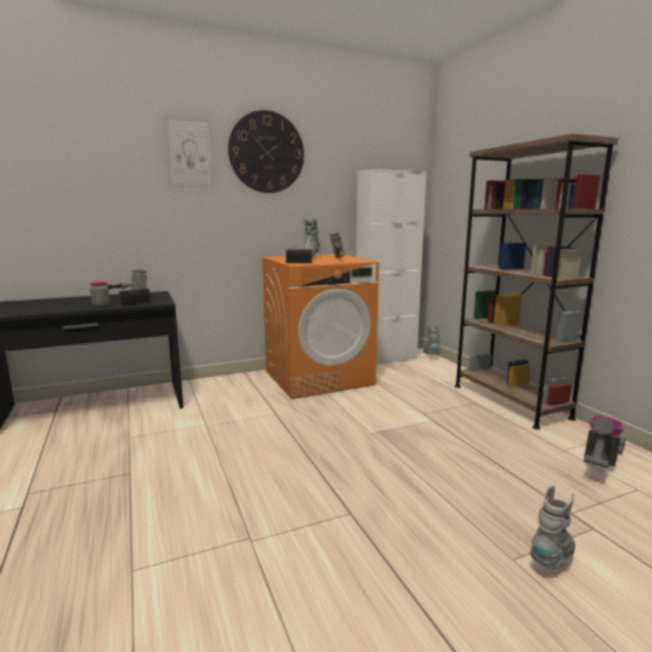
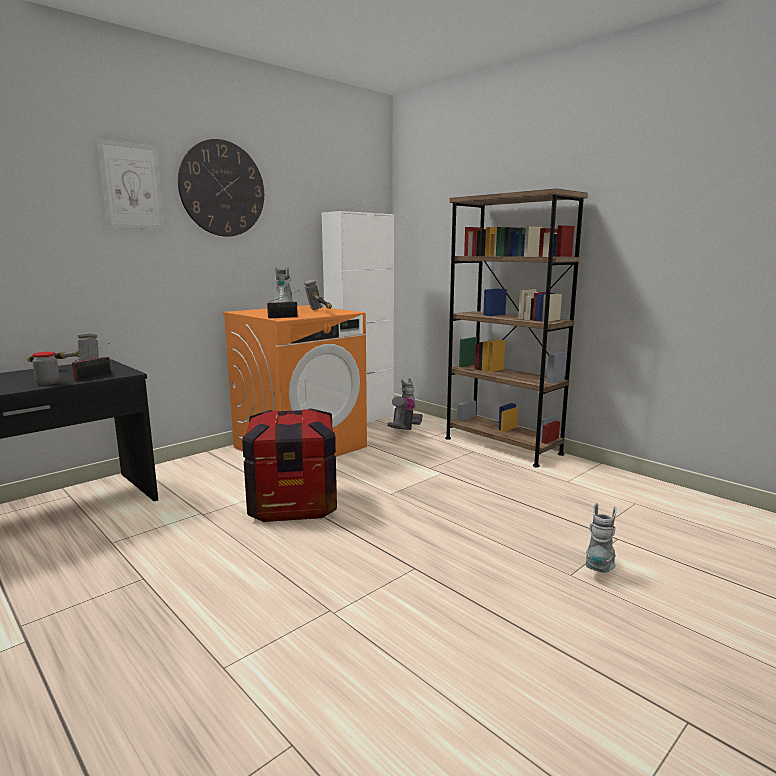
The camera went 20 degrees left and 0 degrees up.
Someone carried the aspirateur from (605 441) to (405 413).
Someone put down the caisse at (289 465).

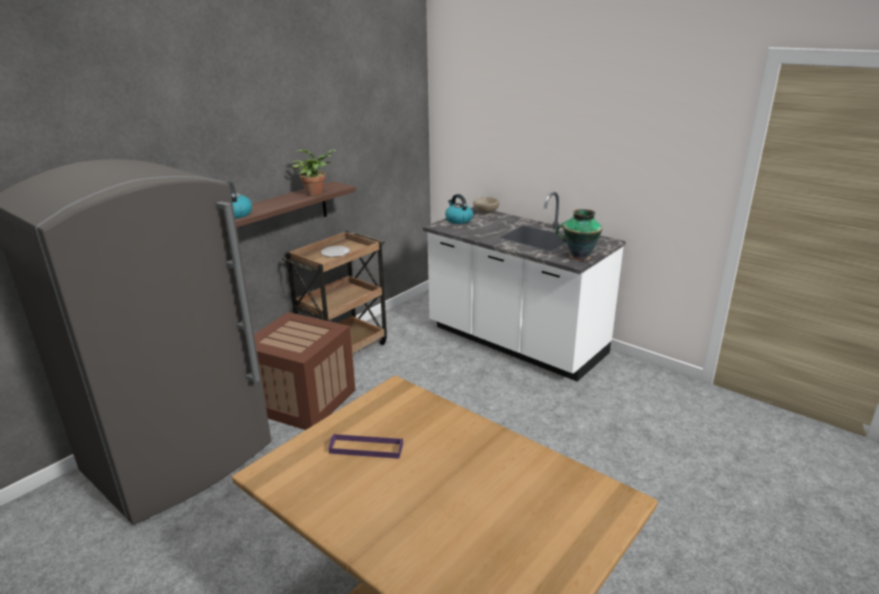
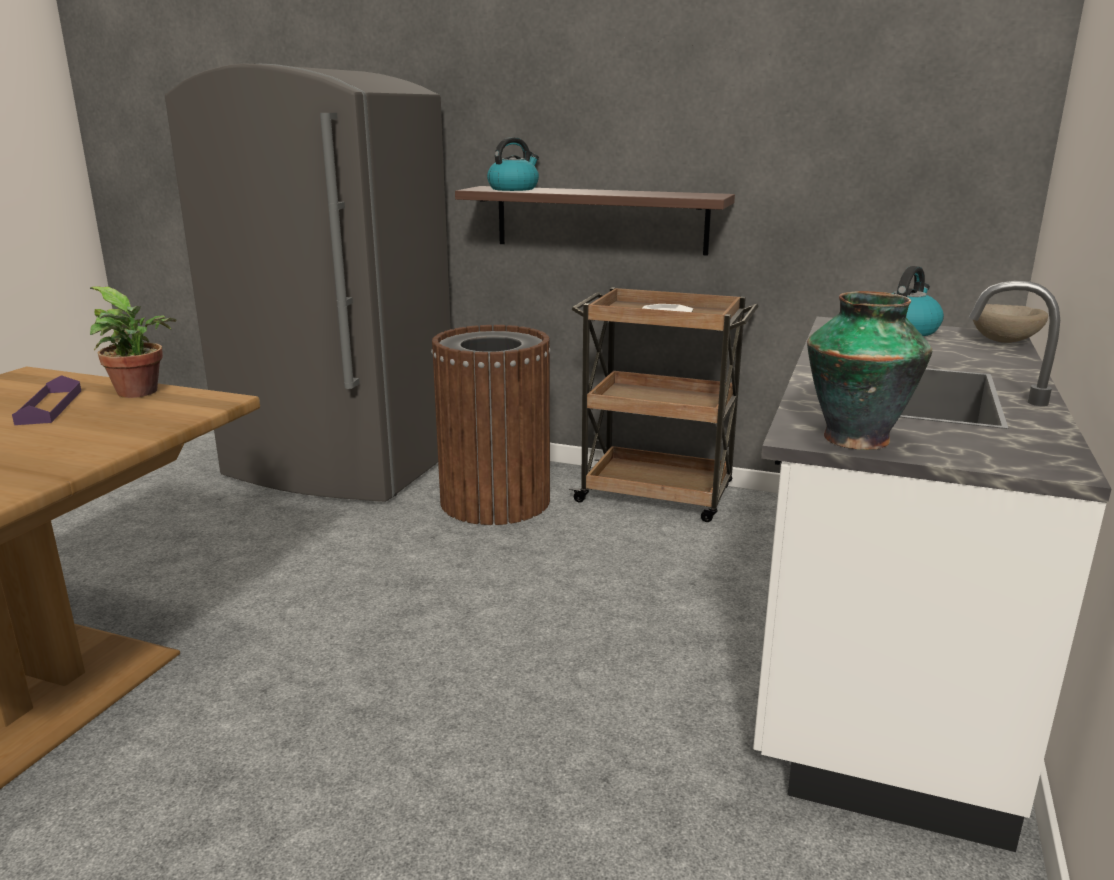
The camera went 70 degrees right and 5 degrees down.
Someone swapped the caisse at (304 371) for the poubelle [marron] at (491 425).
Someone carried the plante en pot from (314 172) to (133 342).

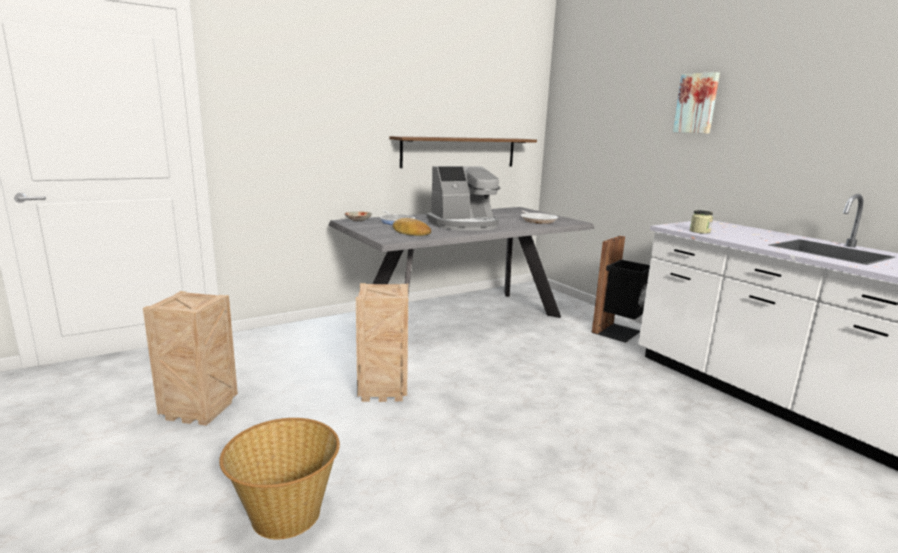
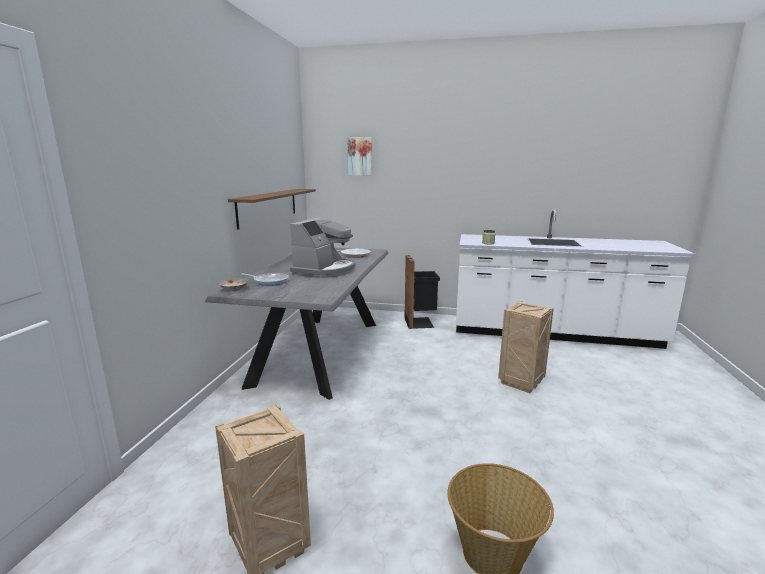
The camera went 45 degrees left and 0 degrees up.
Someone carried the caisse from (382 342) to (526 347).
Someone took away the pain at (412 227).
Someone carried the tableau from (696 103) to (359 156).

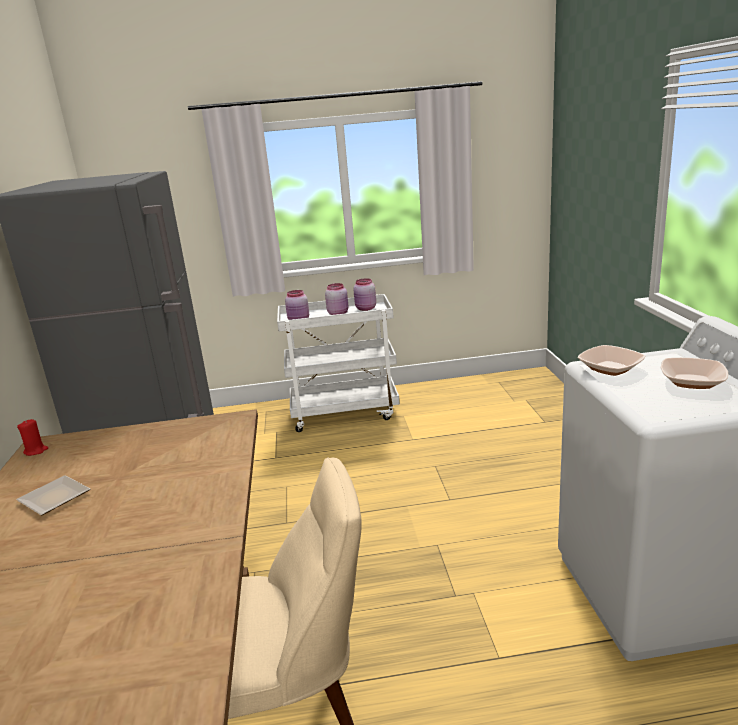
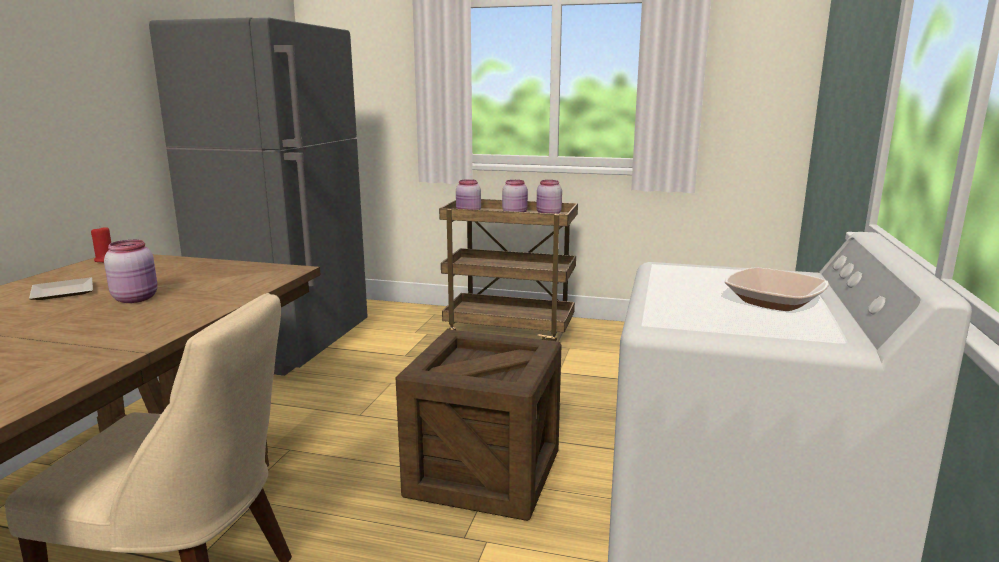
The camera went 20 degrees right and 5 degrees down.
Someone repainted the chariot [blanc] at (338 363), which became the chariot [marron] at (508 270).
Someone took away the bol at (612 360).
Someone put down the bocal [rose] at (130 271).
Someone put down the caisse at (478 425).

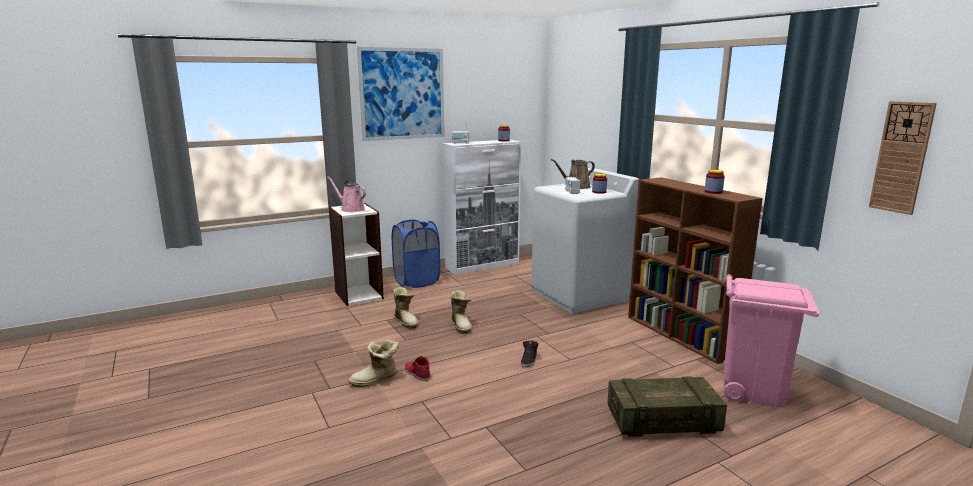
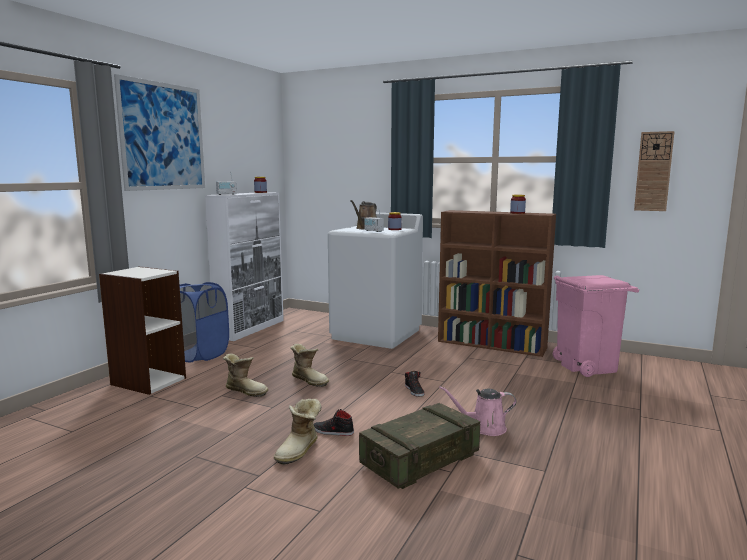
The camera went 35 degrees left and 5 degrees down.
Someone carried the arrosoir [rose] from (347 194) to (478 411).
Someone repainted the chaussure [rouge] at (417 368), which became the chaussure [noir] at (334 422).
Someone carried the caisse from (667 406) to (419 446).

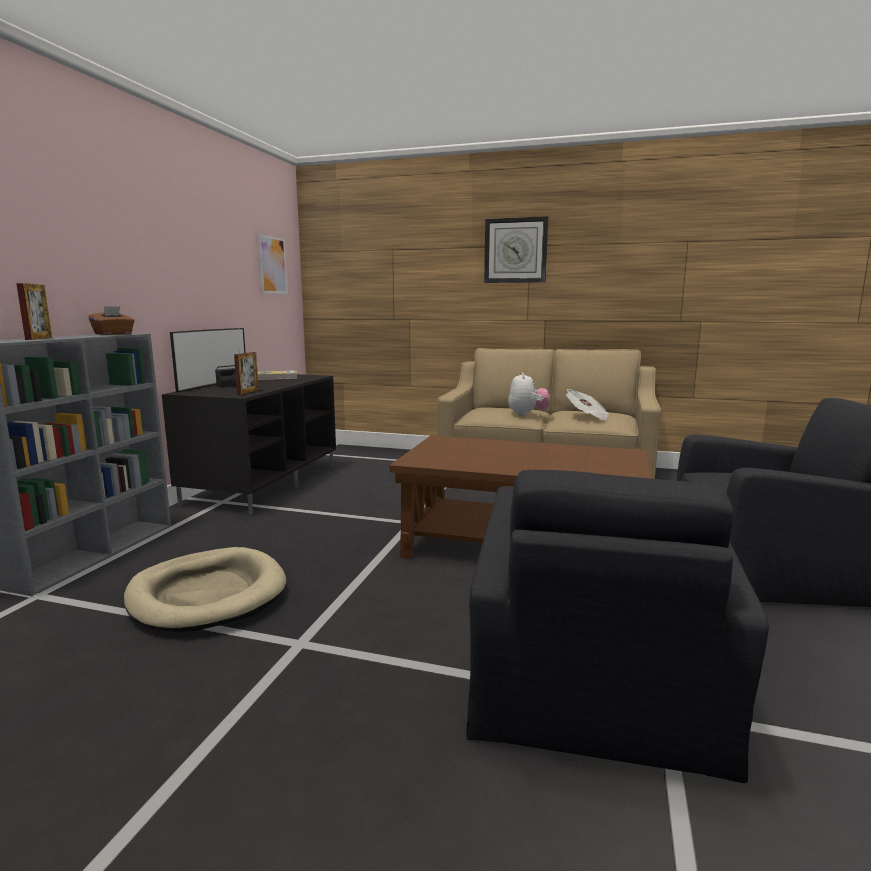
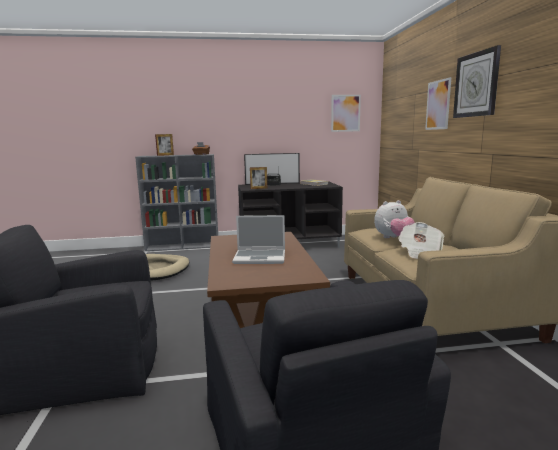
The camera went 65 degrees right and 0 degrees up.
Someone put down the ordinateur portable at (258 239).
Someone put up the tableau at (438 103).

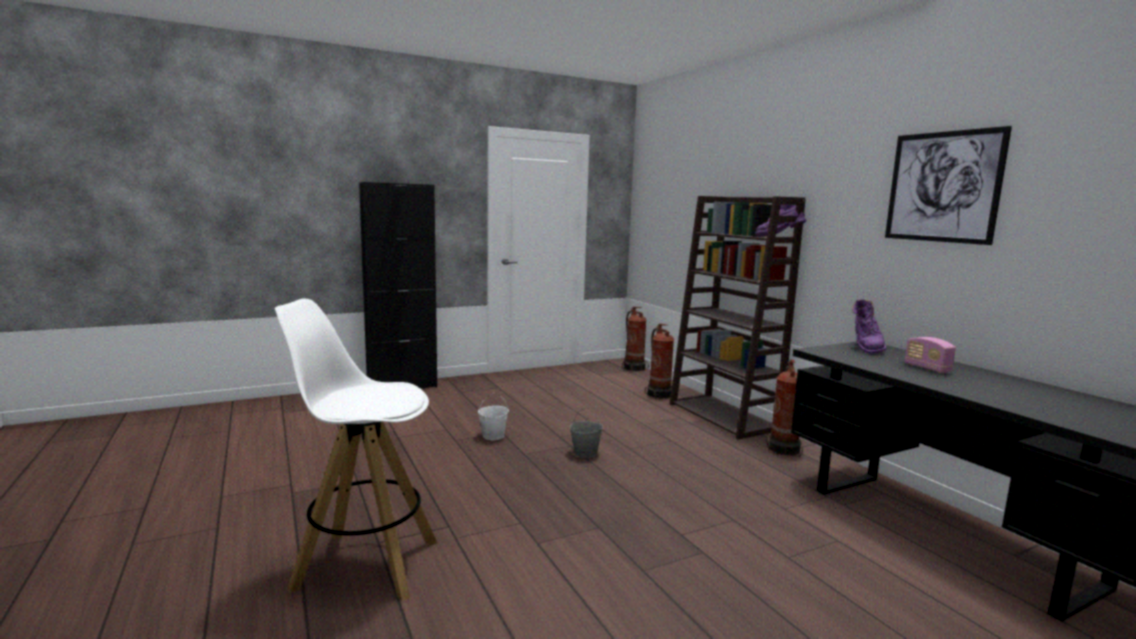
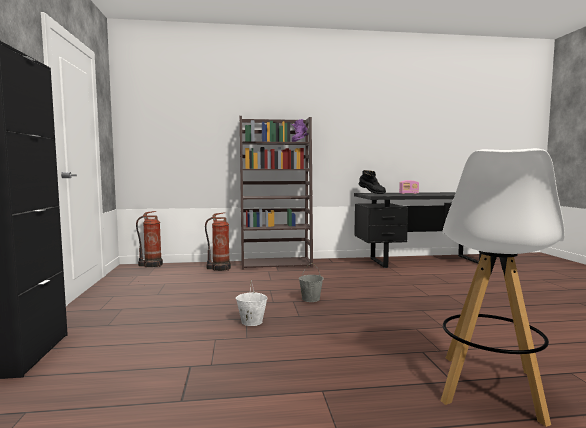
The camera went 70 degrees left and 5 degrees down.
Someone took away the extincteur at (784 407).
Someone repainted the botte [violet] at (869 326), which became the botte [noir] at (372 182).
Someone took away the tableau at (948 185).

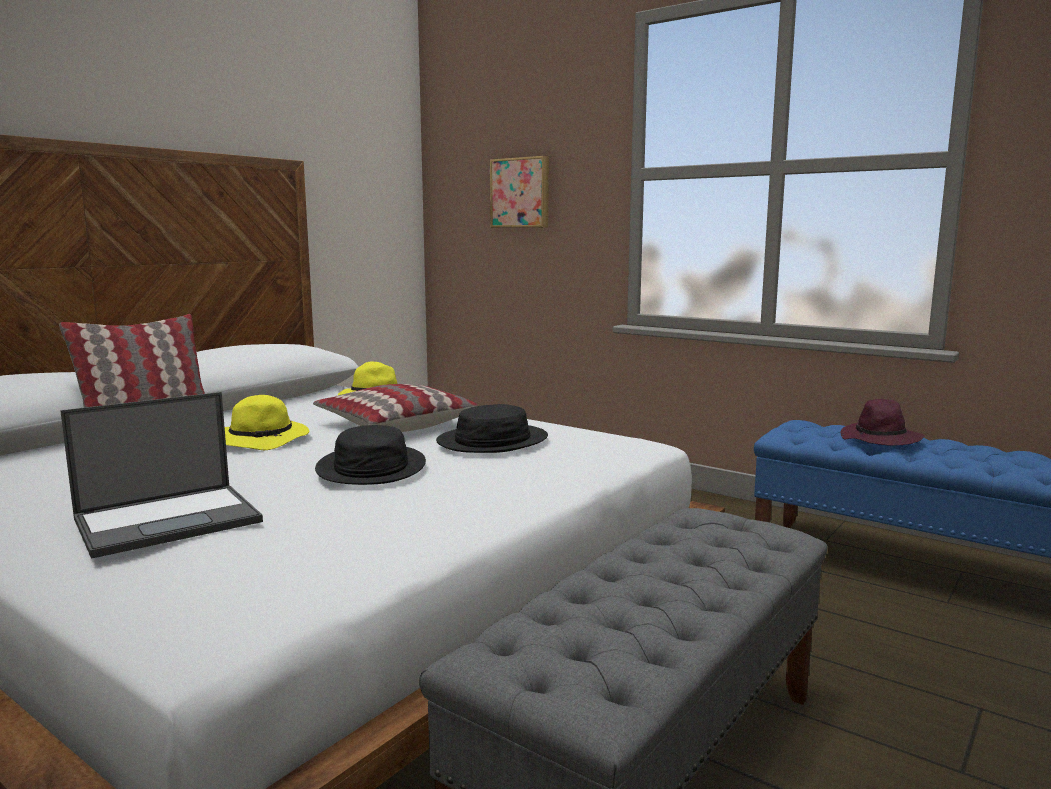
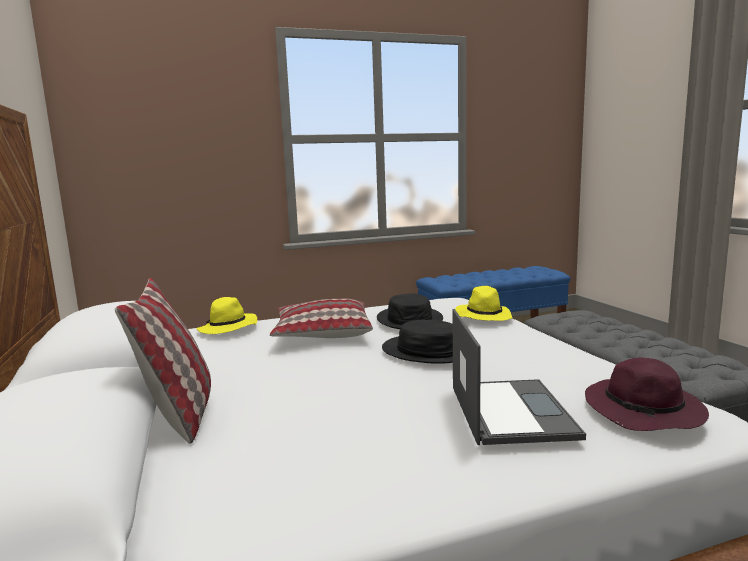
The camera went 55 degrees left and 0 degrees up.
Someone carried the chapeau [jaune] from (267 422) to (484 303).
Someone took away the tableau at (519 192).
Someone carried the chapeau [violet] from (882 422) to (647 394).

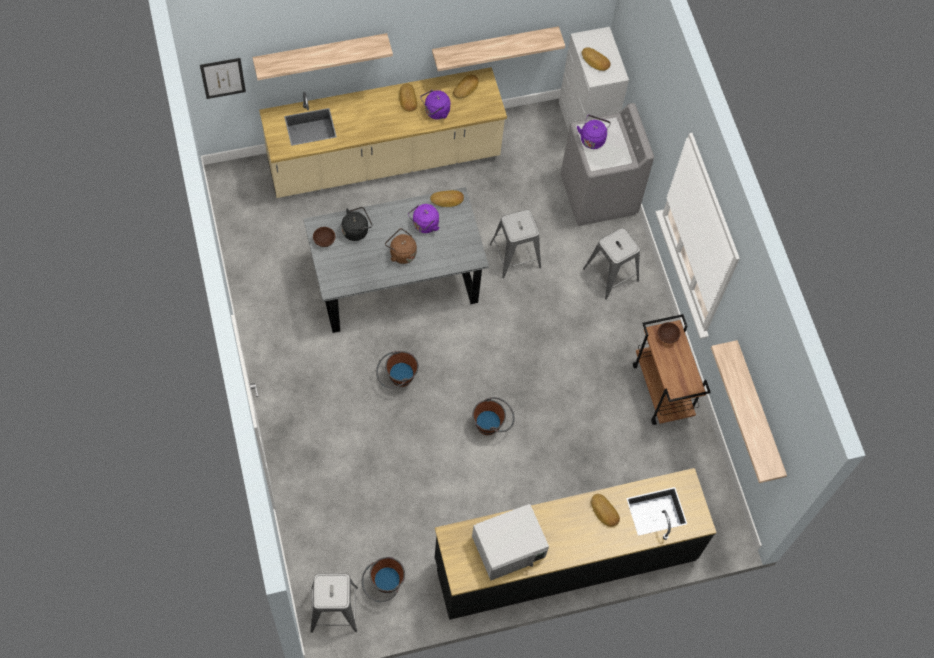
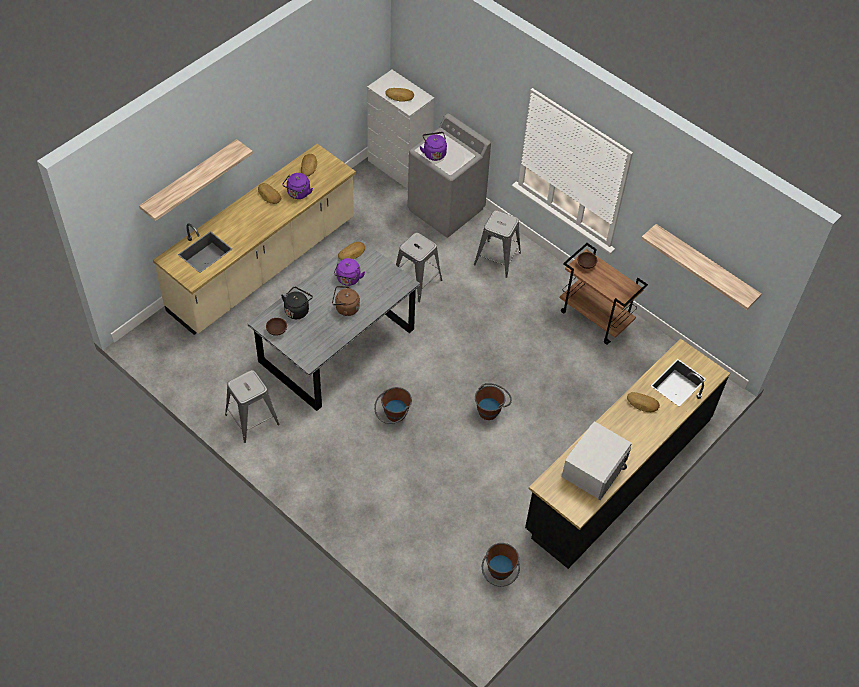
The camera went 30 degrees left and 10 degrees down.
Someone took away the tableau at (223 78).
Someone carried the tabouret [gris] from (334 603) to (252 406).
Someone took away the étagère at (498 48).

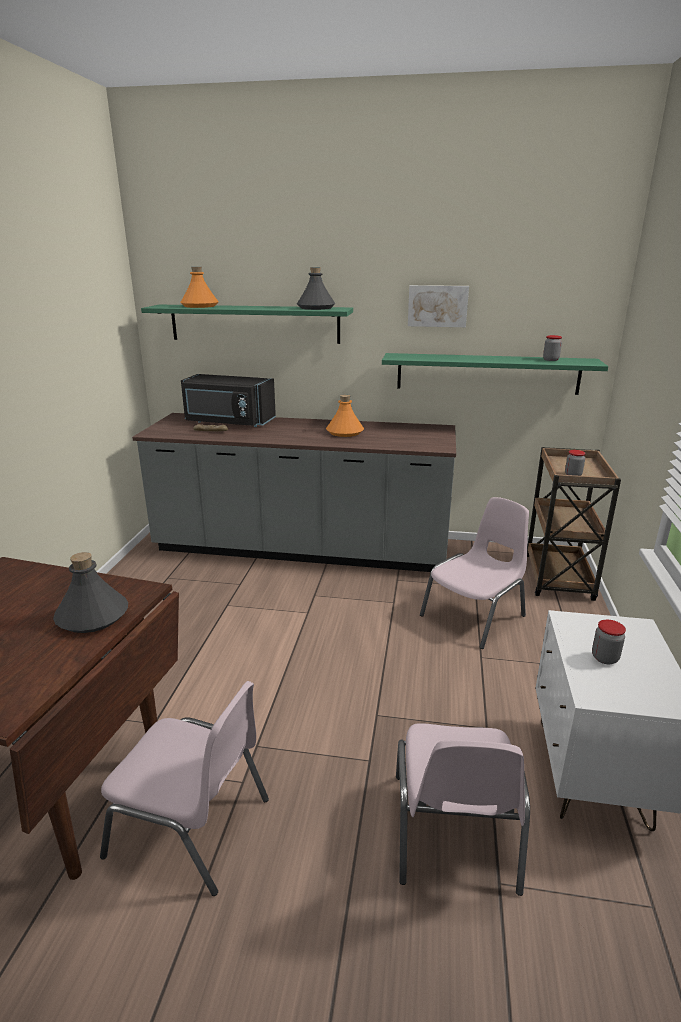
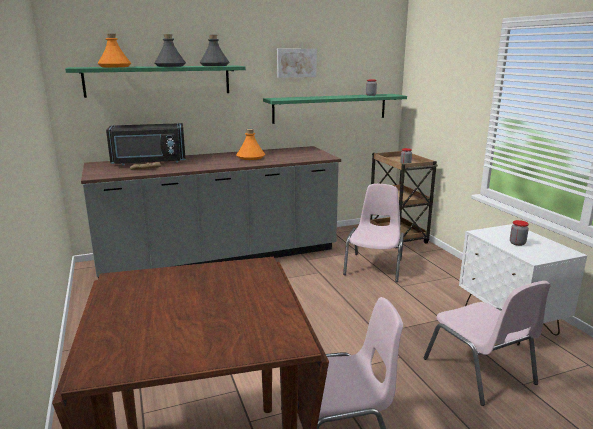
The camera went 30 degrees left and 5 degrees down.
Someone carried the bouteille [gris] from (90 592) to (170 50).

